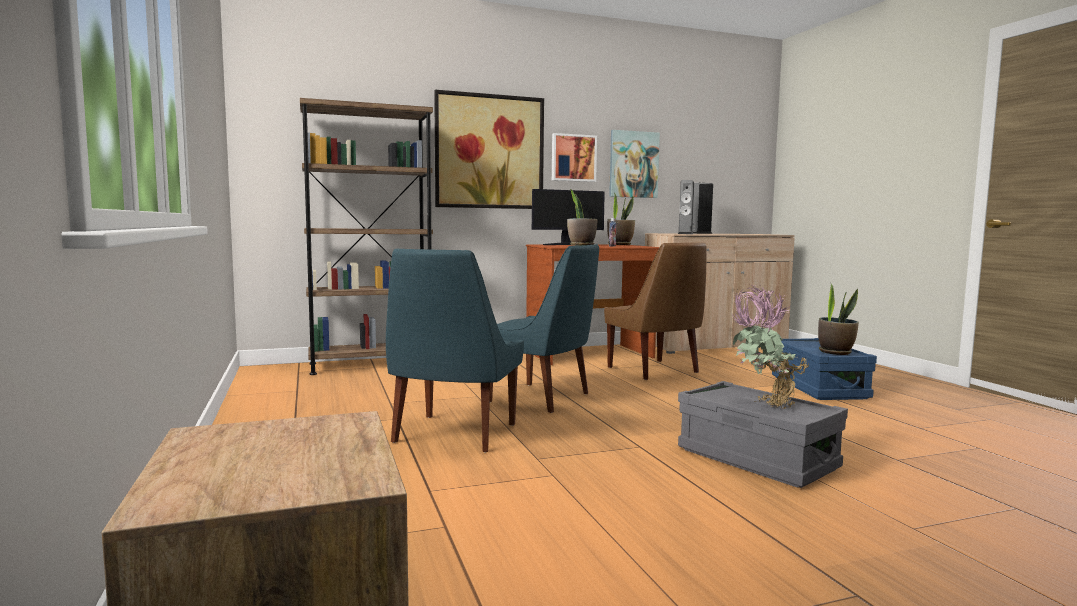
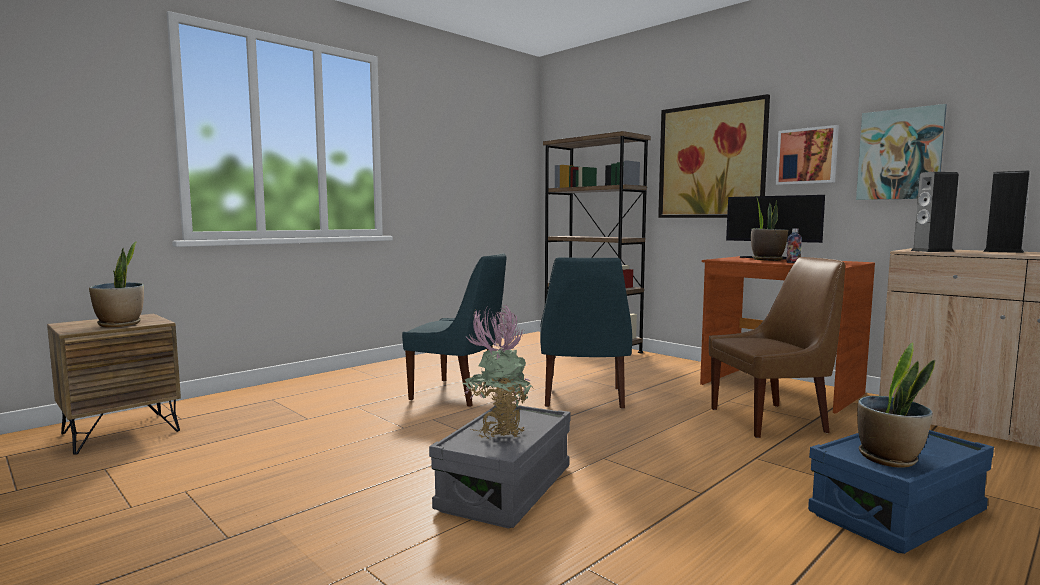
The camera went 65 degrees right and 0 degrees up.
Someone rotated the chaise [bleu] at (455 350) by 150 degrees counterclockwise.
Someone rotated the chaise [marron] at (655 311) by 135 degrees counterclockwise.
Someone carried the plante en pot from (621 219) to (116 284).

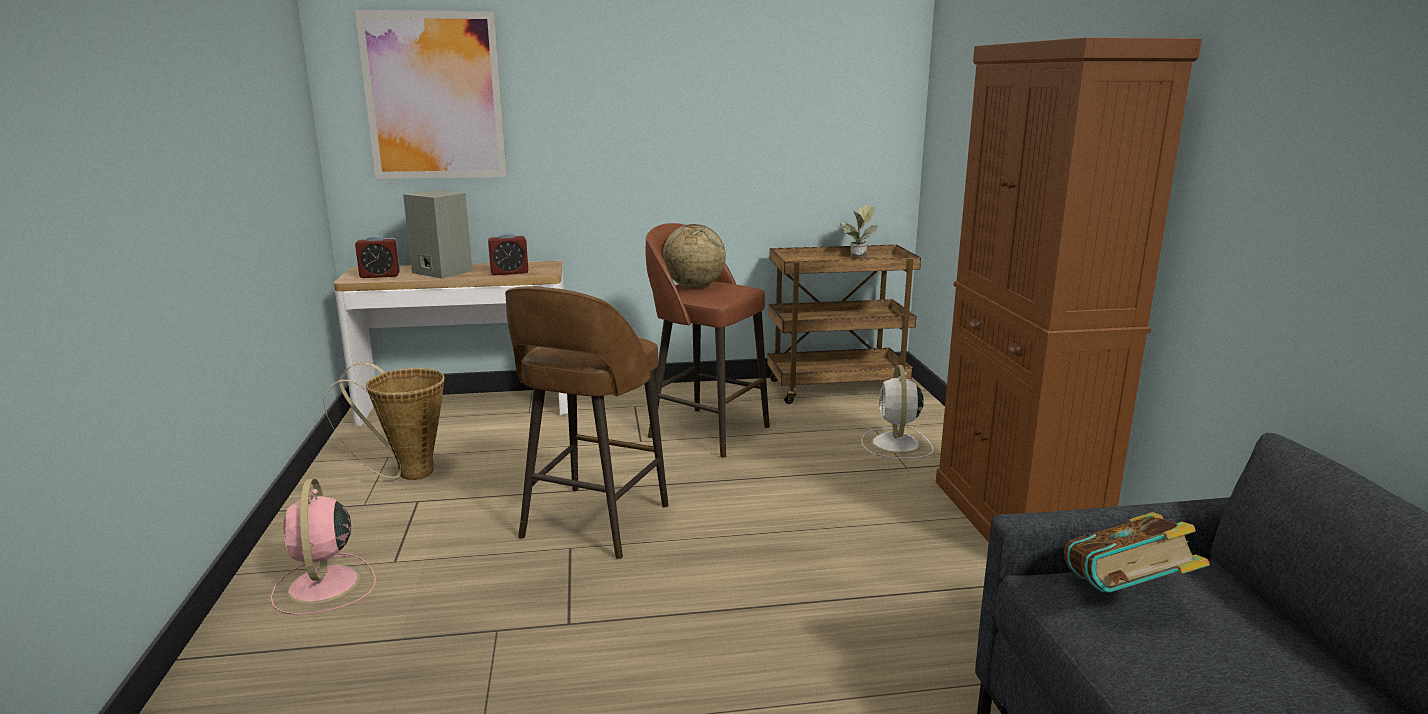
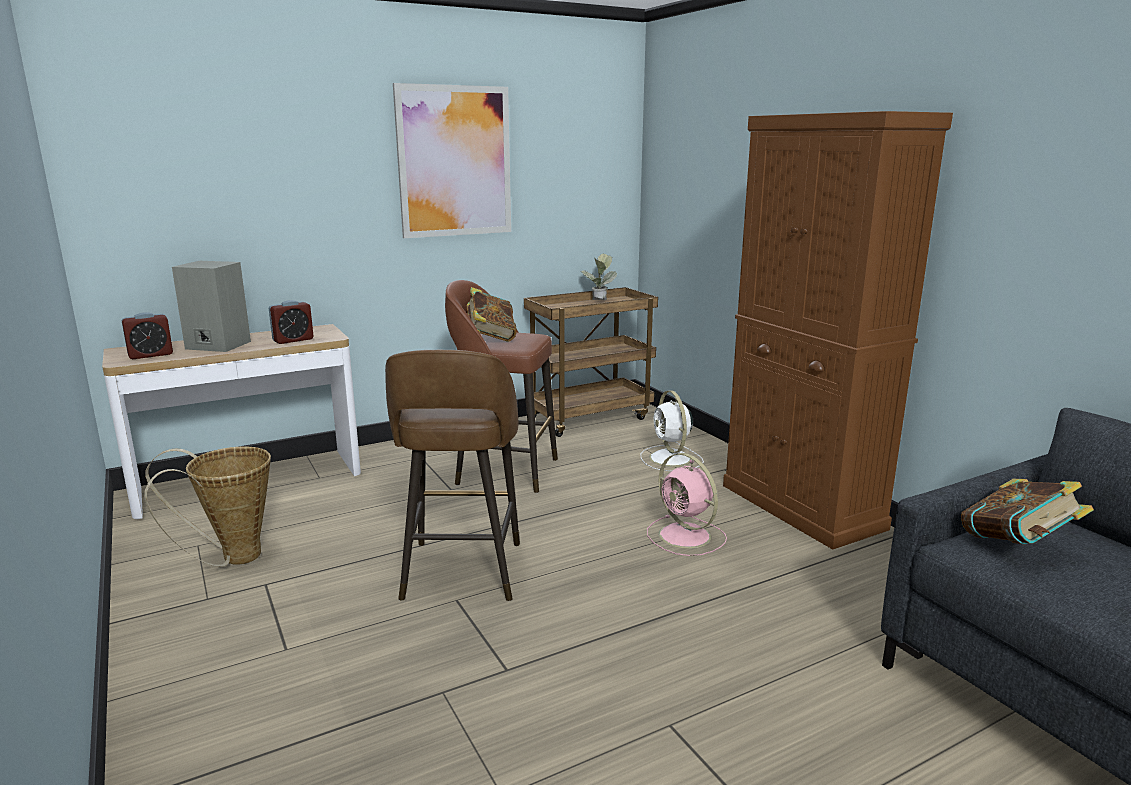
The camera went 20 degrees left and 0 degrees up.
Someone carried the ventilateur [rose] from (323 546) to (687 504).
Someone carried the tableau from (431 94) to (452 160).
Someone swapped the globe at (694 256) for the livre at (492 314).

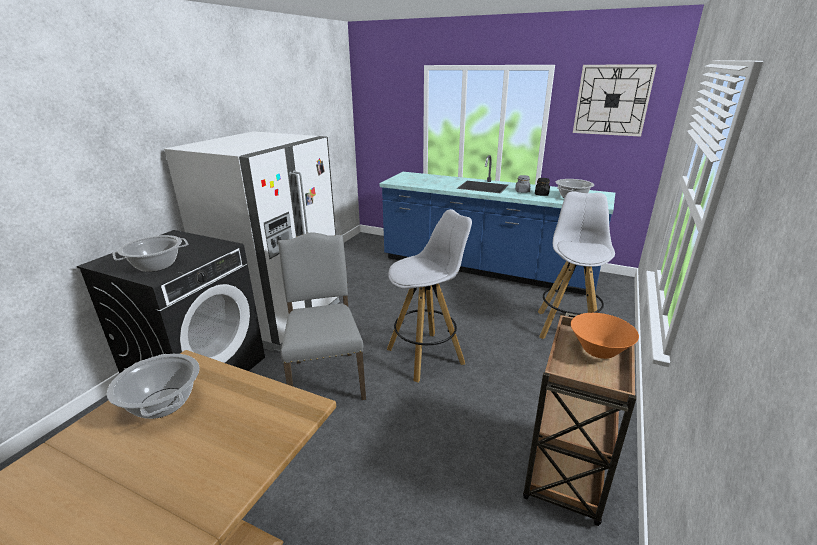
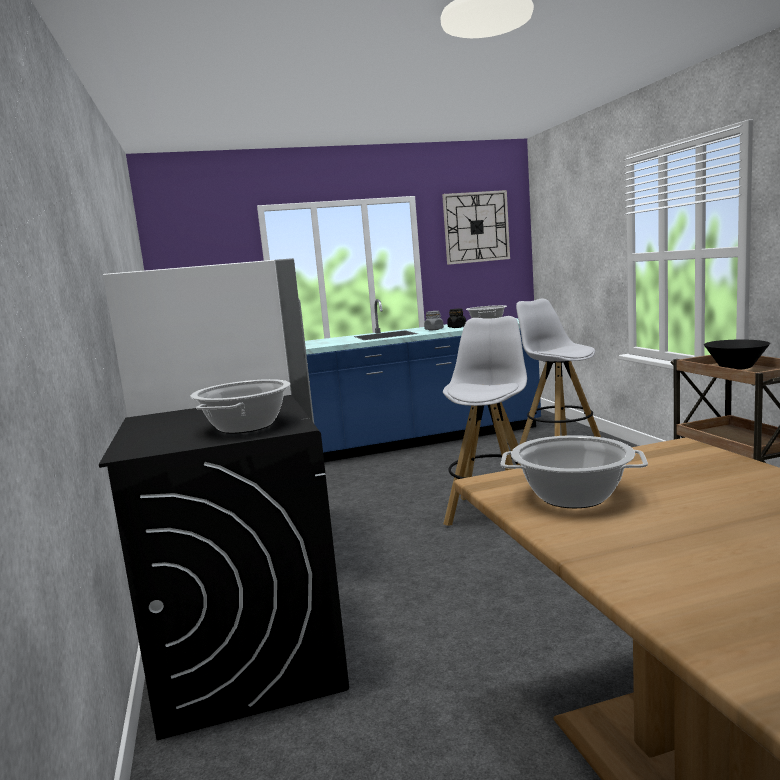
The camera went 40 degrees left and 15 degrees down.
Someone took away the chaise [gris] at (322 316).
Someone repainted the bol [orange] at (605 336), which became the bol [noir] at (737 355).

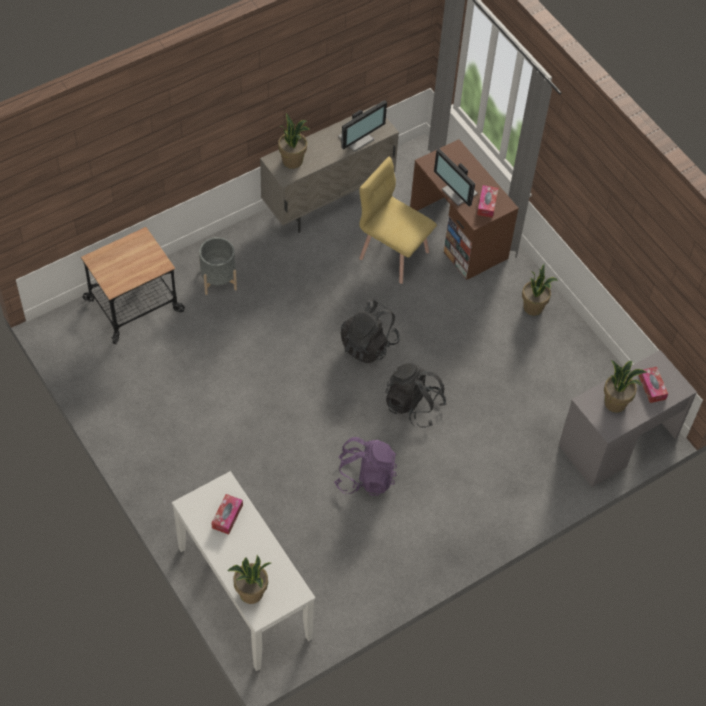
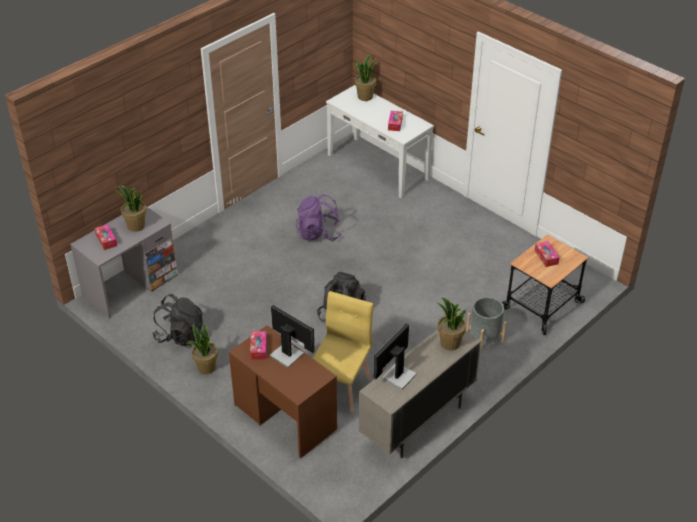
The camera went 170 degrees right and 15 degrees down.
Someone rotated the chaise [jaune] at (398 220) by 90 degrees counterclockwise.
Someone carried the sac à dos [noir] from (416 395) to (178 320).
Someone put down the boîte à mouchoirs at (547 254).

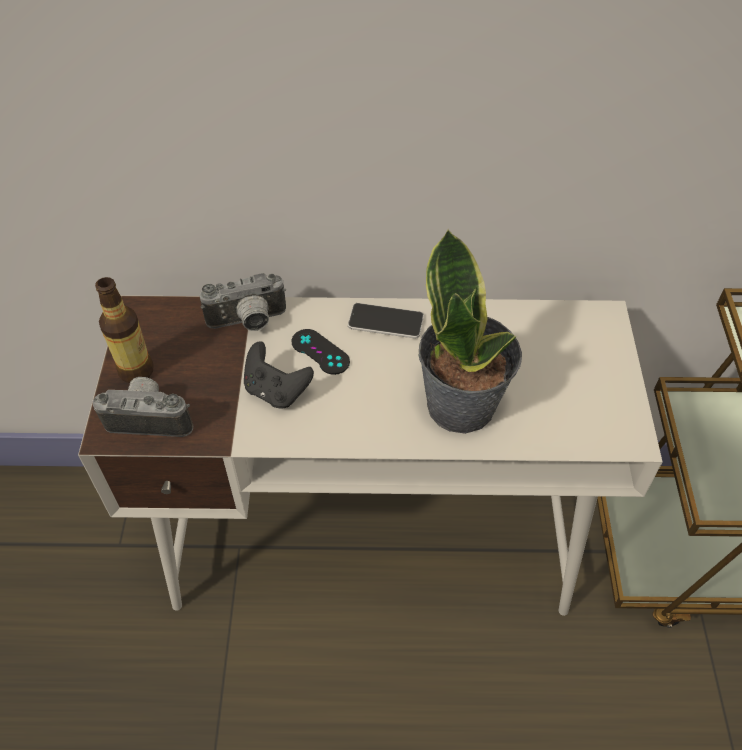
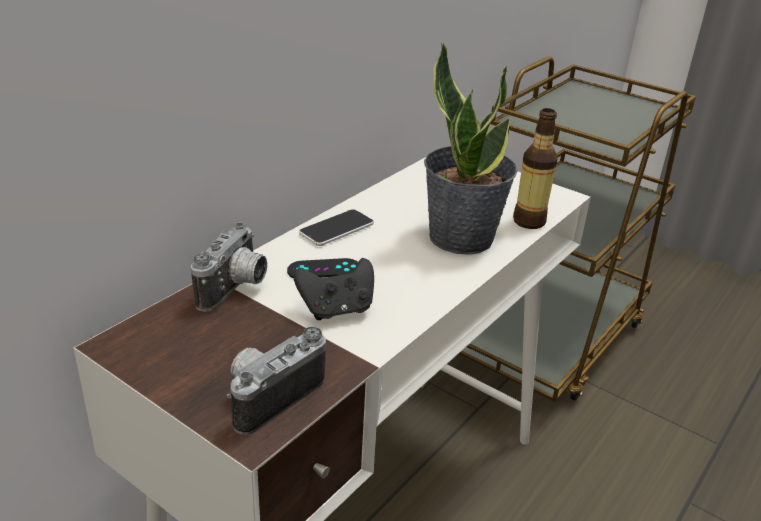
The camera went 55 degrees left and 20 degrees down.
Someone carried the bouteille from (124 330) to (535 168).

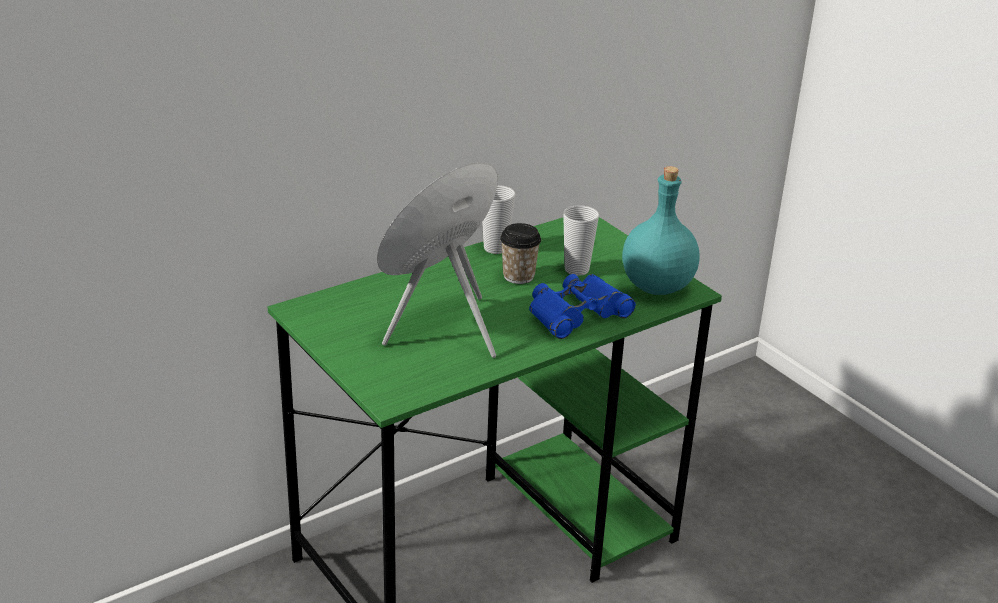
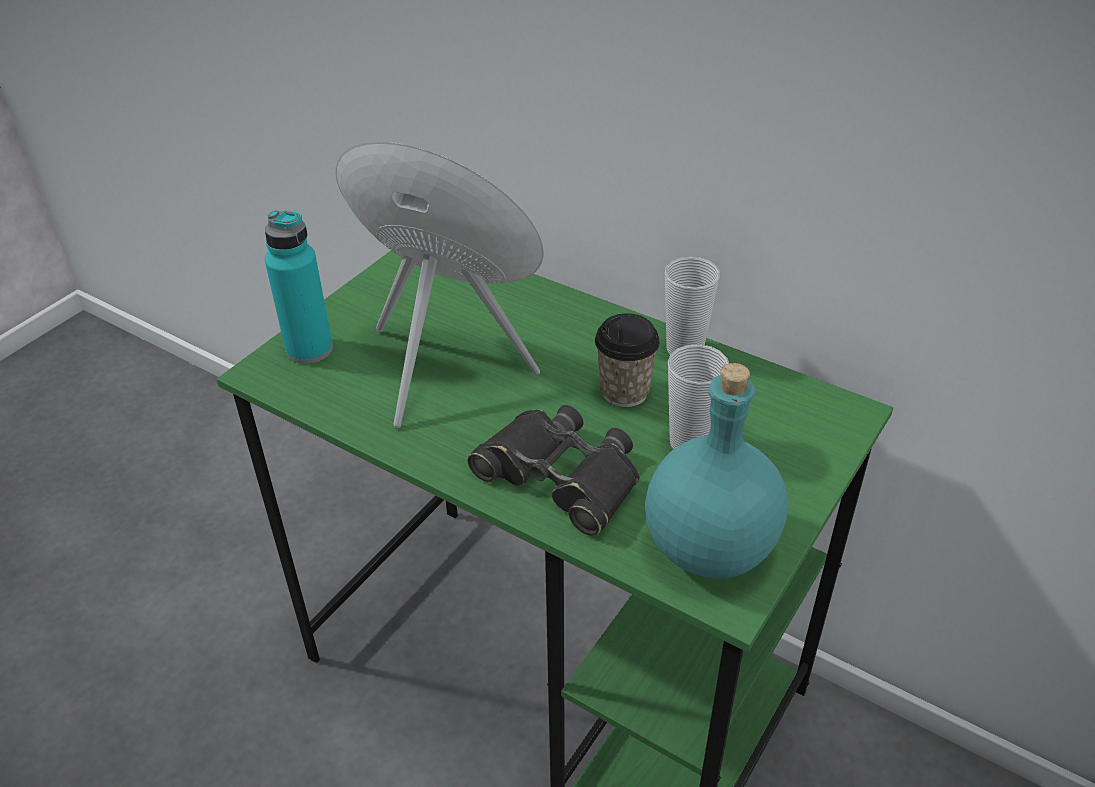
The camera went 70 degrees right and 10 degrees up.
Someone repainted the jumelles [bleu] at (582 306), which became the jumelles [noir] at (553 470).
Someone put down the bouteille [turquoise] at (299 287).

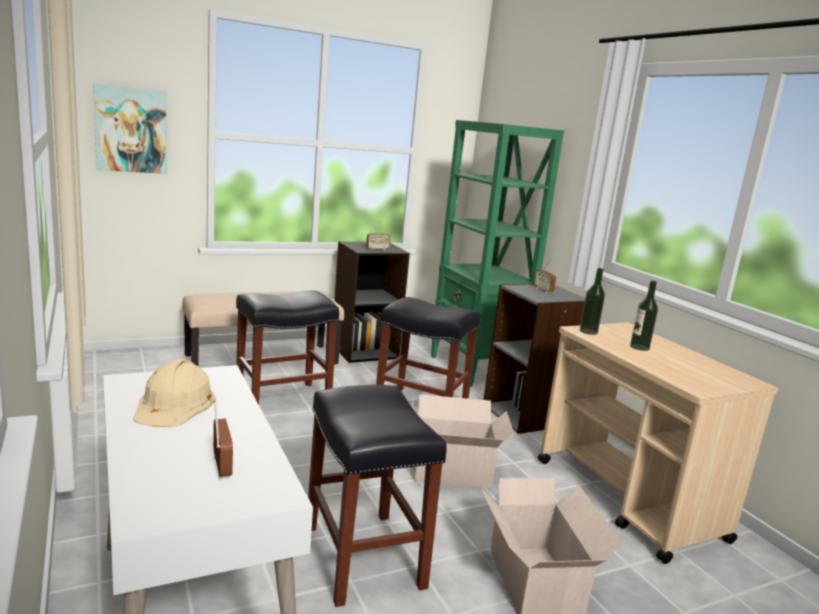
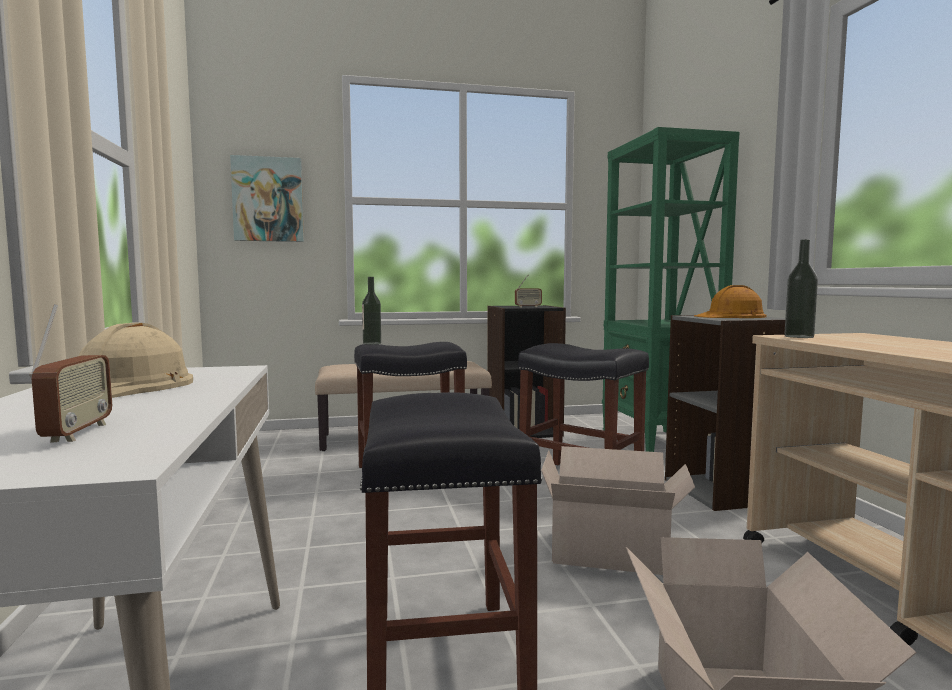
The camera went 15 degrees right and 10 degrees down.
Someone swapped the radio at (545 275) for the casque de chantier [orange] at (730 301).
Someone carried the bouteille from (644 316) to (371 311).

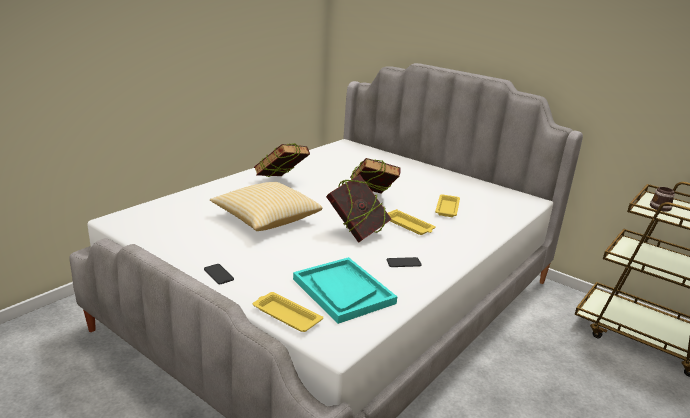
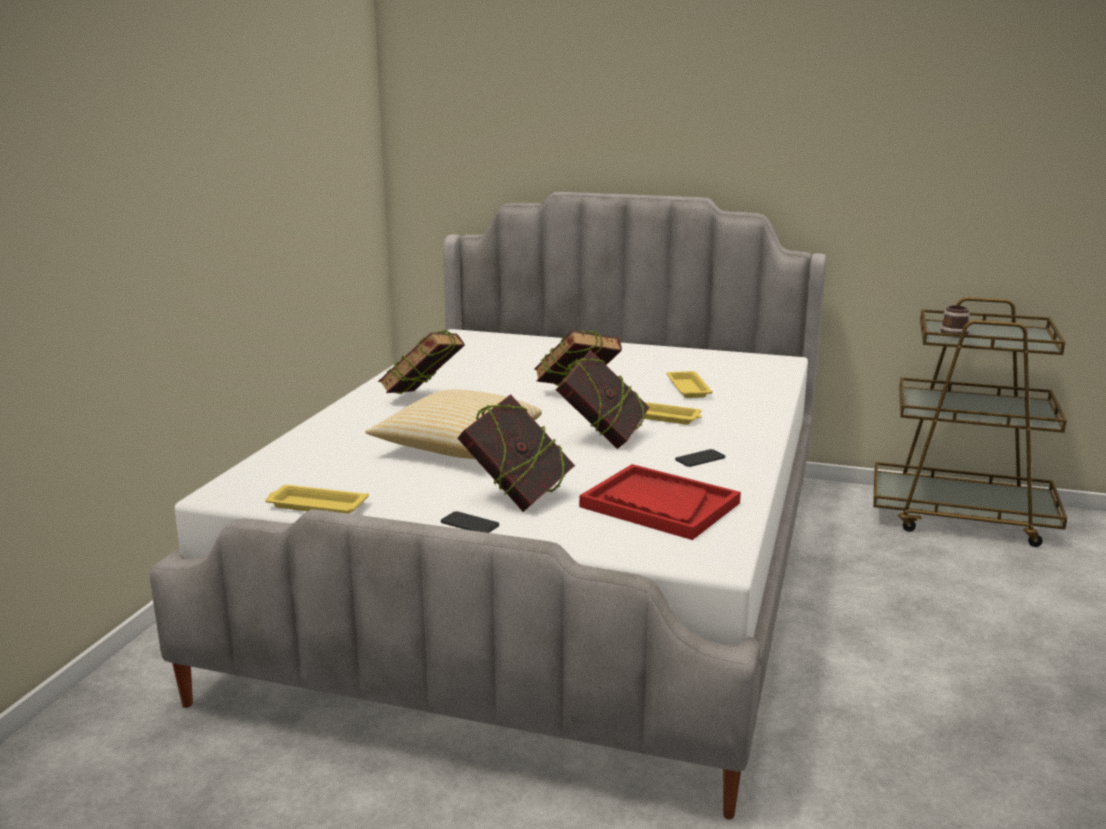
The camera went 20 degrees left and 5 degrees down.
Someone carried the plateau [jaune] from (288 312) to (317 499).
Someone repainted the plateau [turquoise] at (345 290), which became the plateau [rouge] at (660 502).
Someone put down the livre at (516 453).

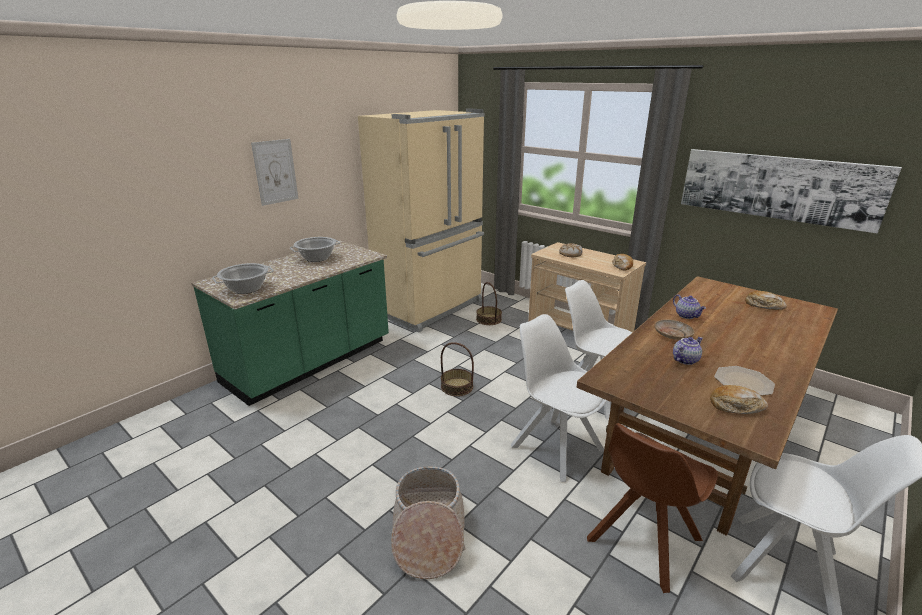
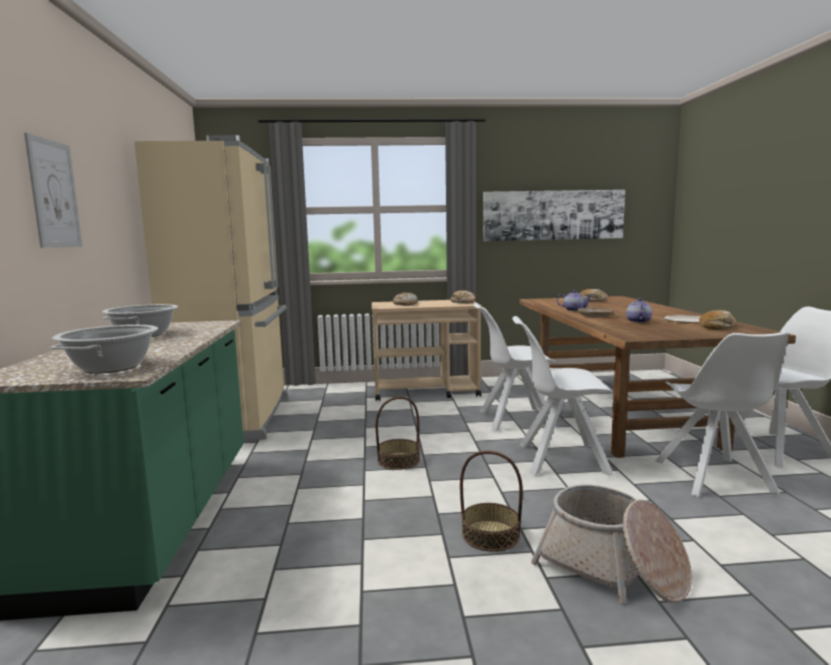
The camera went 45 degrees left and 15 degrees down.
Someone carried the panier from (489 303) to (491 501).
Someone repainted the chaise [marron] at (652 508), which became the chaise [blanc] at (721 414).

